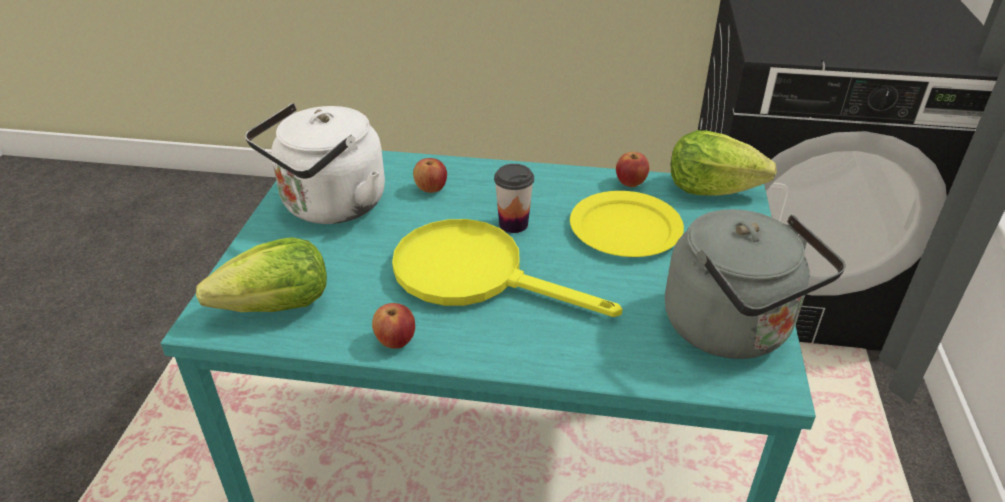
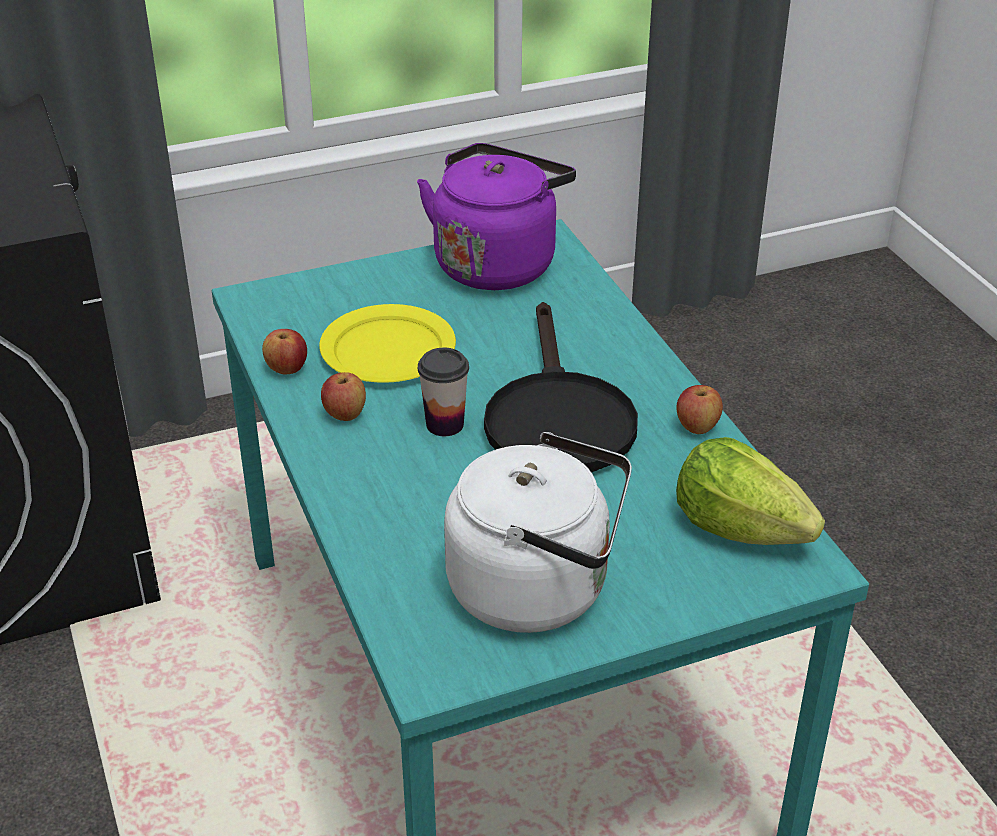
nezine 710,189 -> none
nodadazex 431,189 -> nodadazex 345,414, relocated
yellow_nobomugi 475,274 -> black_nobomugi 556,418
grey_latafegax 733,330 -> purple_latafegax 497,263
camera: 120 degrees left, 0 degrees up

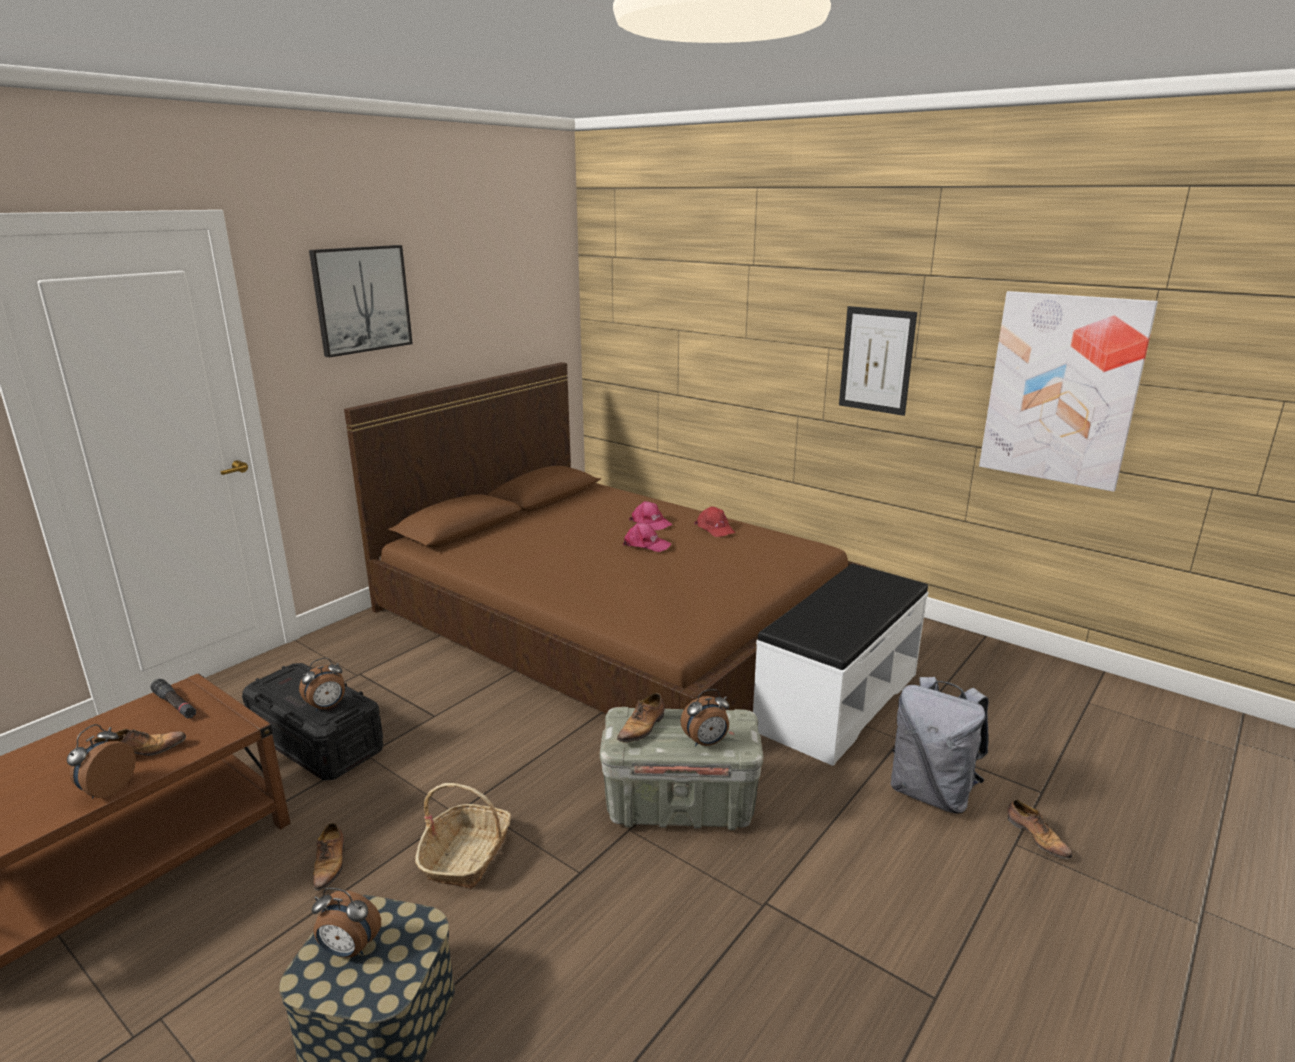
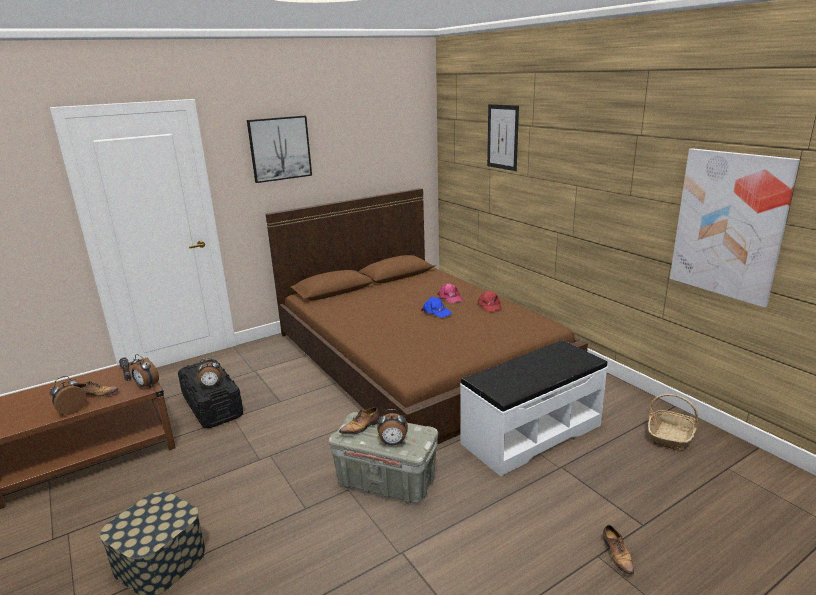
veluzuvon 330,864 -> none
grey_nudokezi 931,793 -> none
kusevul 348,950 -> kusevul 146,386, relocated
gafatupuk 467,856 -> gafatupuk 671,436, relocated
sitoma 876,360 -> sitoma 502,137, relocated
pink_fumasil 646,544 -> blue_fumasil 436,312
camera: 20 degrees right, 0 degrees up

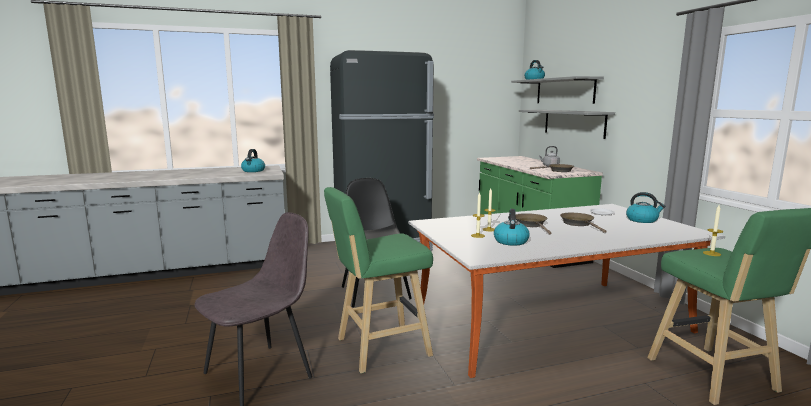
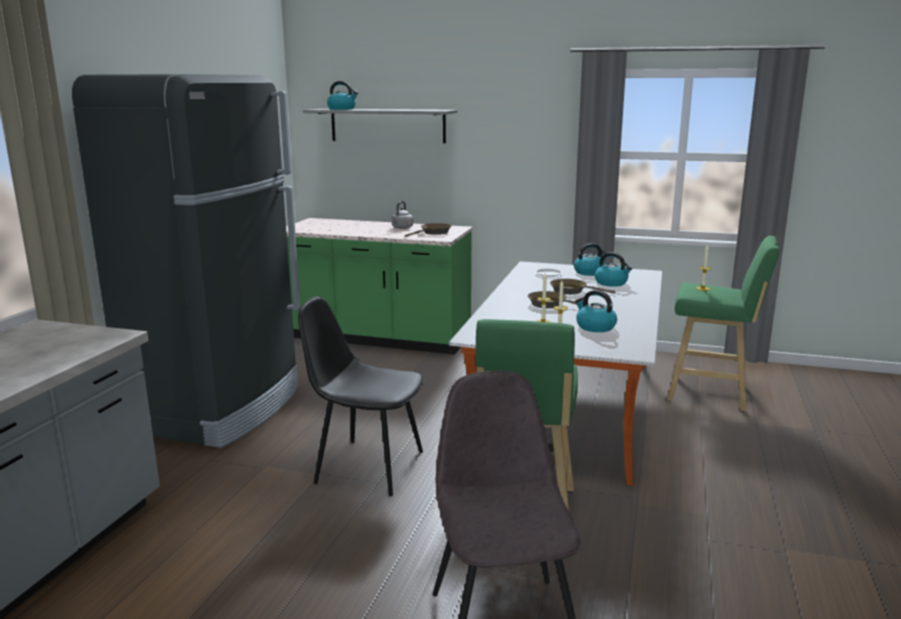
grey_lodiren 573,123 -> none
latafegax 253,171 -> latafegax 611,283, relocated
camera: 55 degrees left, 5 degrees up

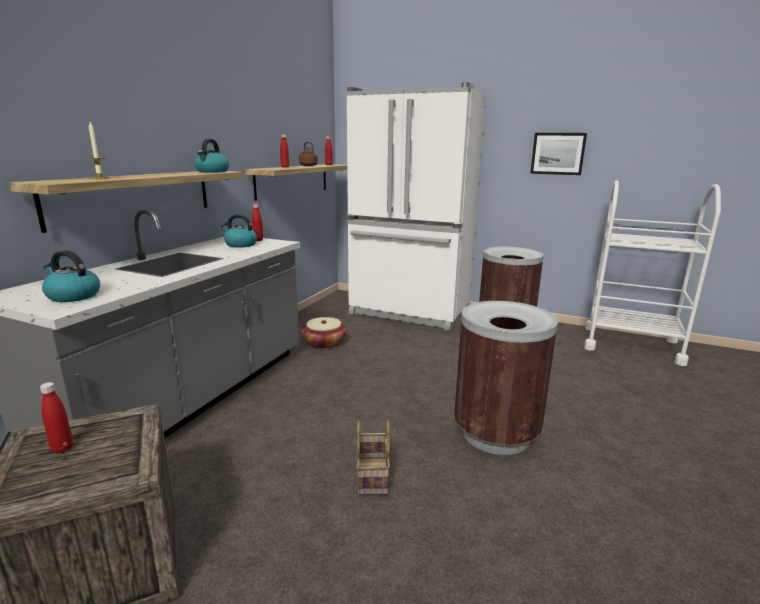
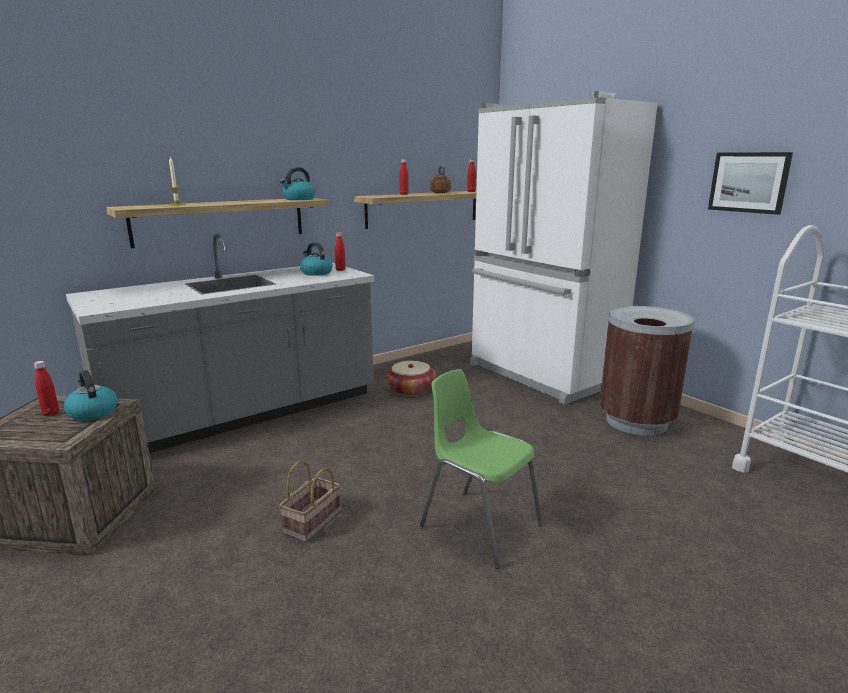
latafegax 73,296 -> latafegax 92,412, relocated
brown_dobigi 495,433 -> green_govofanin 479,526
camera: 30 degrees right, 0 degrees up

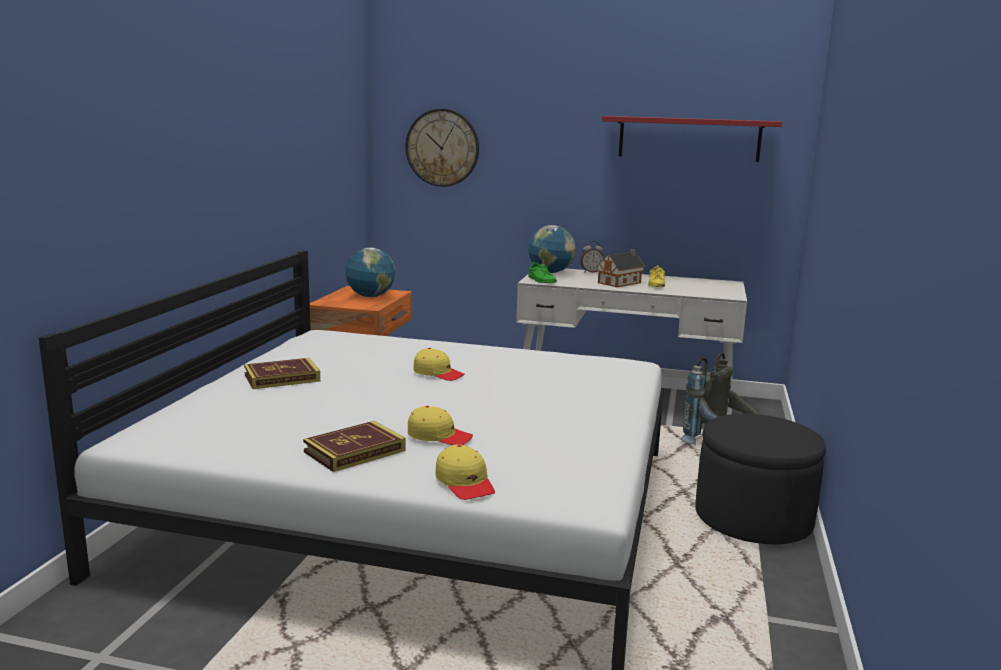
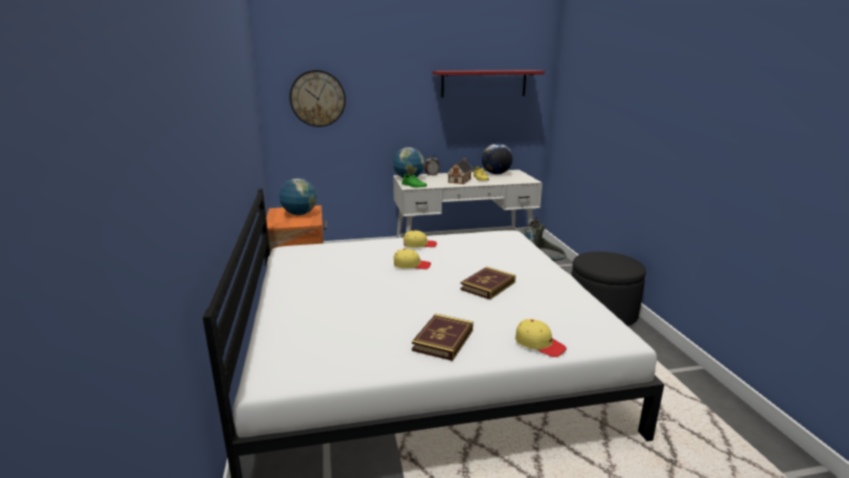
none -> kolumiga 496,174
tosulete 282,378 -> tosulete 488,286, relocated
yellow_fumasil 439,436 -> yellow_fumasil 419,244, relocated
camera: 25 degrees left, 5 degrees up

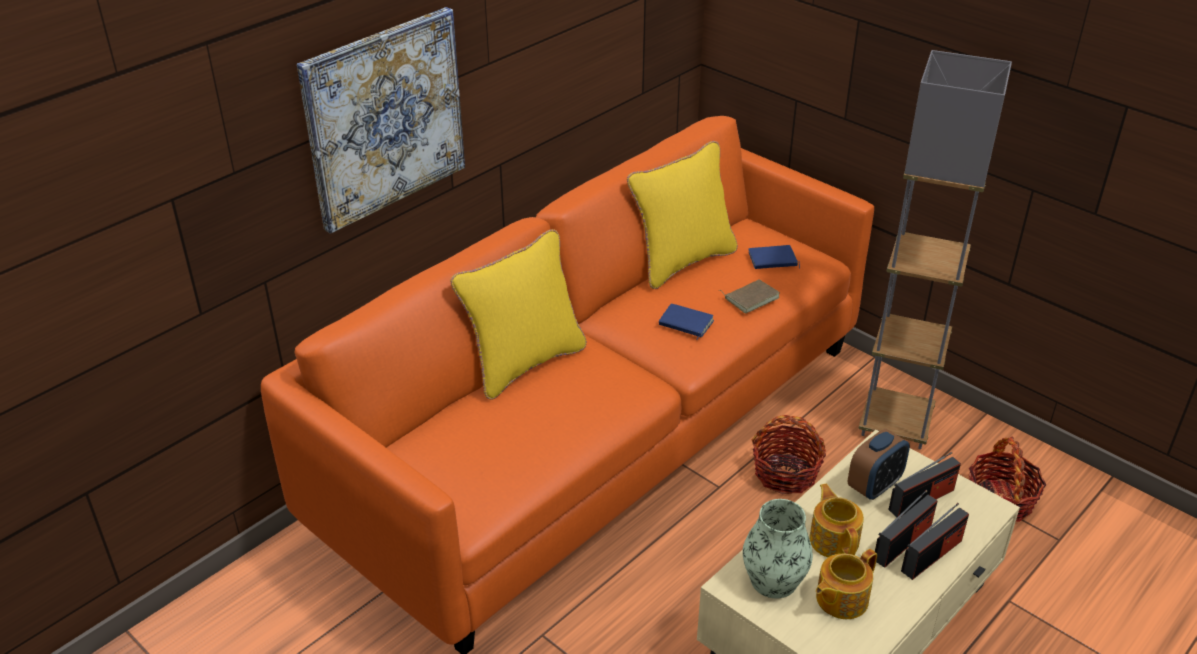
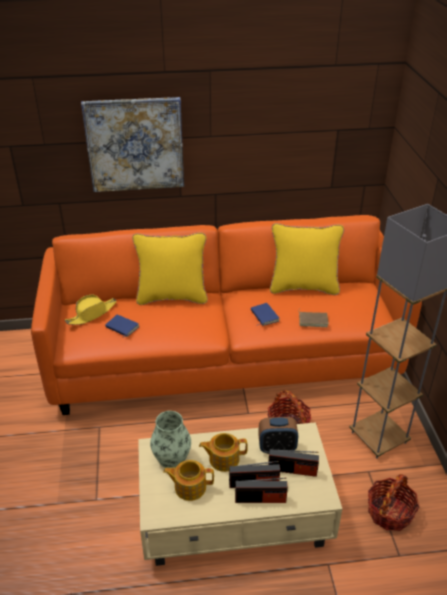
none -> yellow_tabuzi 92,314
blue_tosulete 772,261 -> blue_tosulete 121,327, relocated
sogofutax 834,539 -> sogofutax 223,459, 120 degrees counterclockwise
camera: 40 degrees right, 0 degrees up

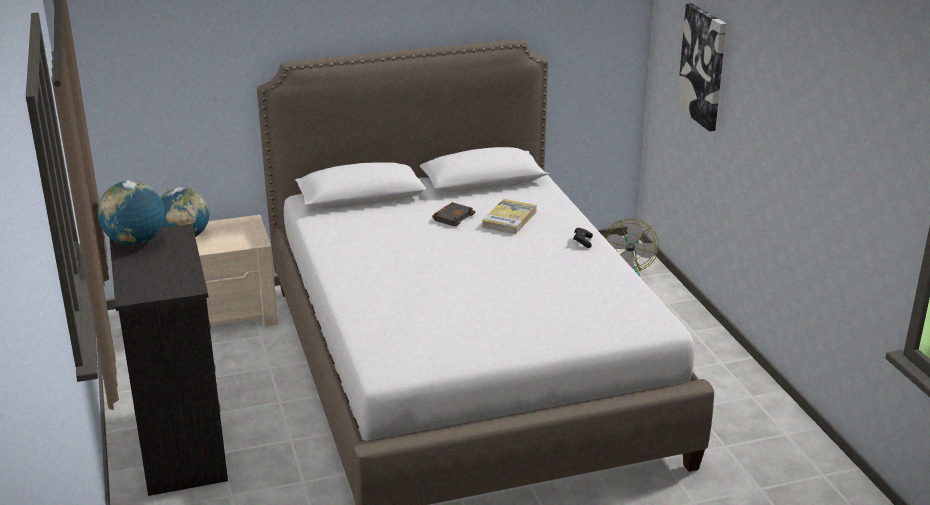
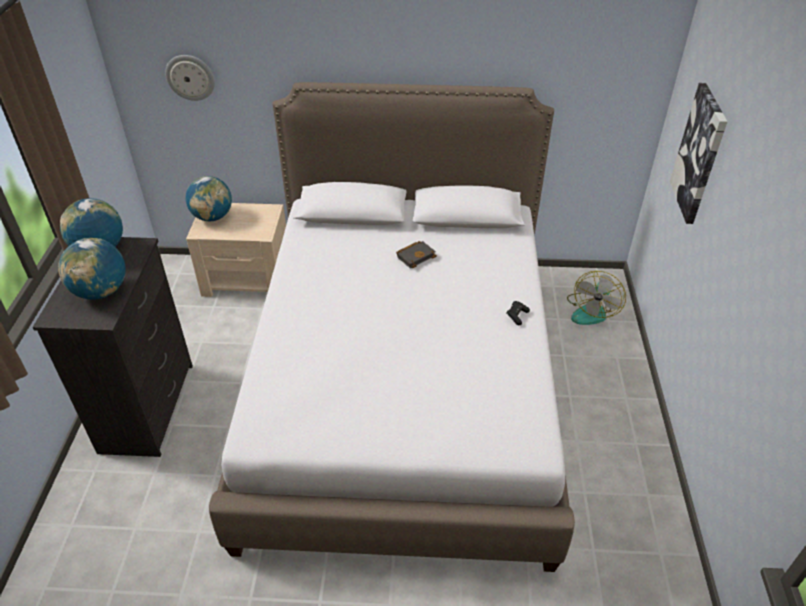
tosulete 509,219 -> none
none -> kolumiga 101,292
none -> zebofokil 190,77
camera: 20 degrees right, 15 degrees up

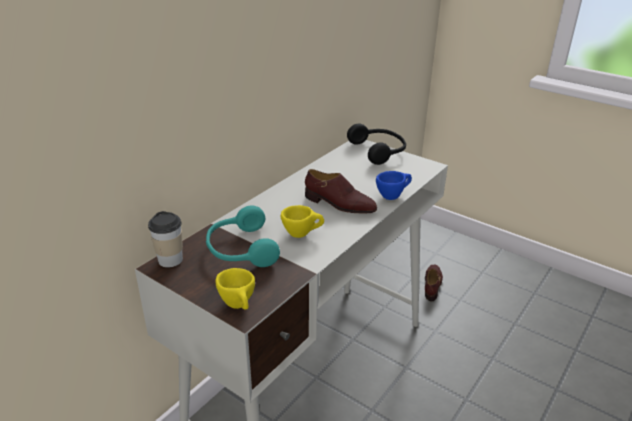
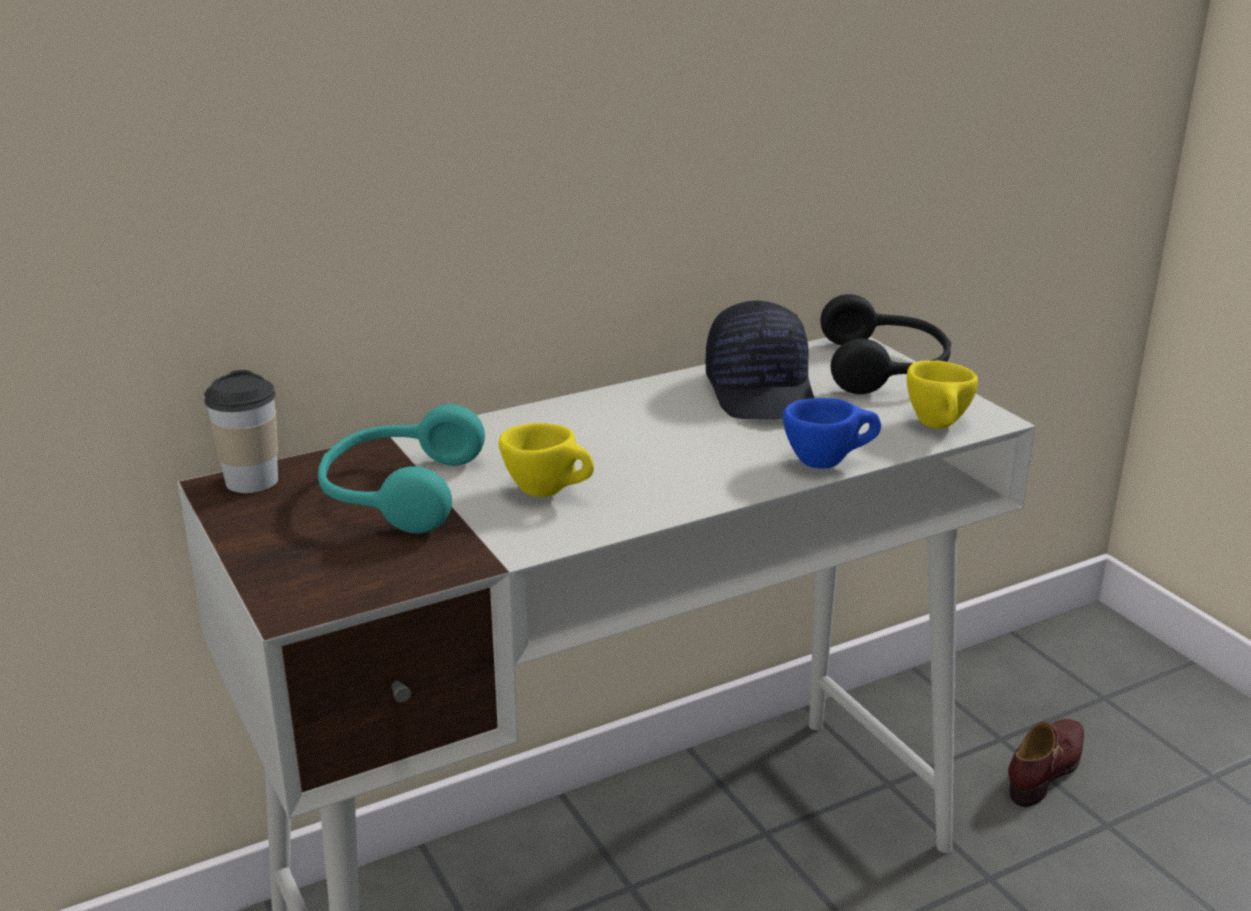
brown_veluzuvon 339,204 -> none
none -> black_fumasil 762,391
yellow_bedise 239,306 -> yellow_bedise 940,427, relocated
camera: 25 degrees right, 5 degrees down

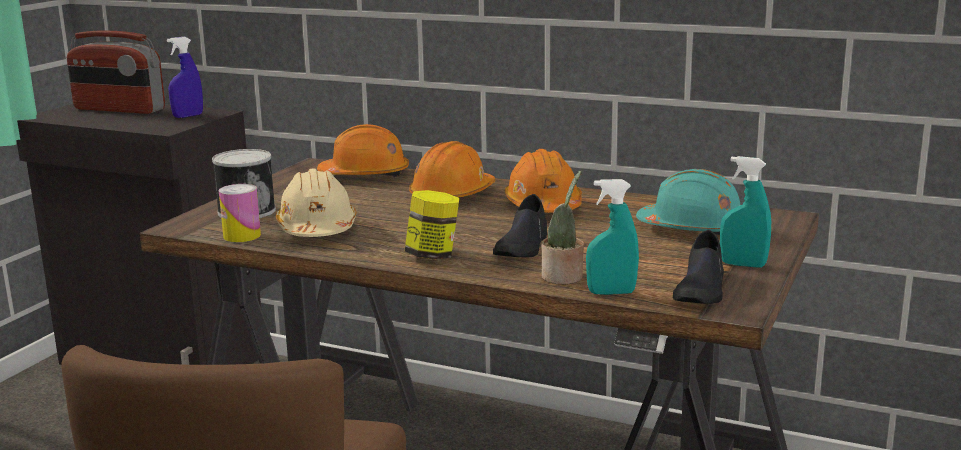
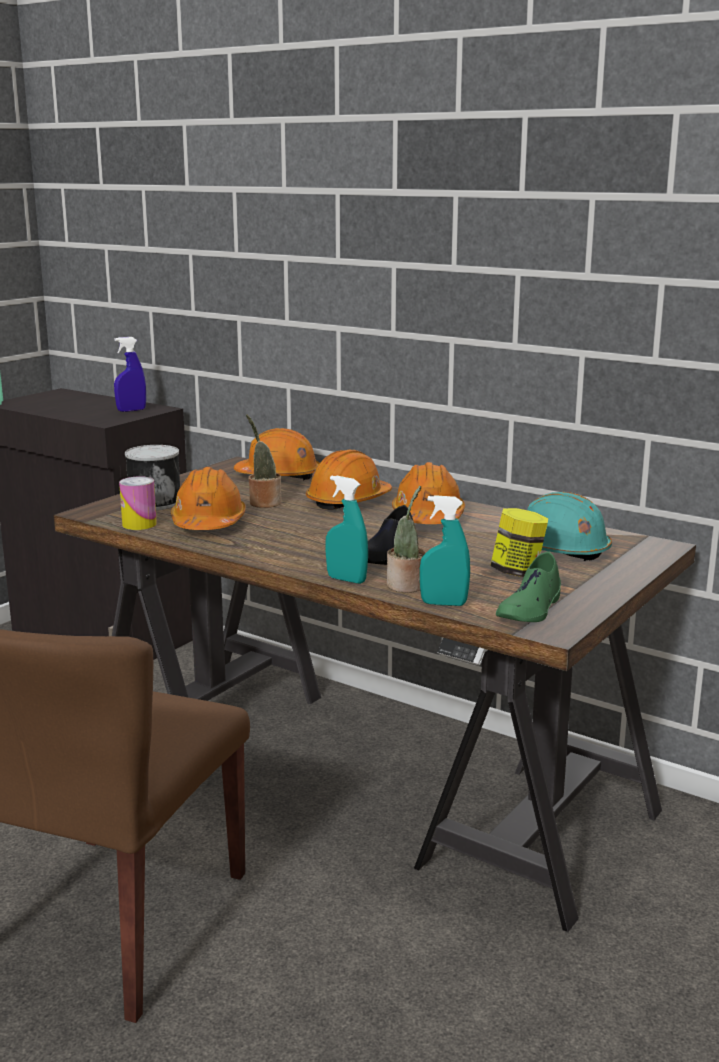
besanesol 119,109 -> none
none -> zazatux 263,502
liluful 433,255 -> liluful 517,572, relocated
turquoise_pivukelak 743,264 -> turquoise_pivukelak 346,580, relocated
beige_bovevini 317,229 -> orange_bovevini 208,523
black_veluzuvon 700,290 -> green_veluzuvon 530,608
camera: 10 degrees right, 0 degrees up

